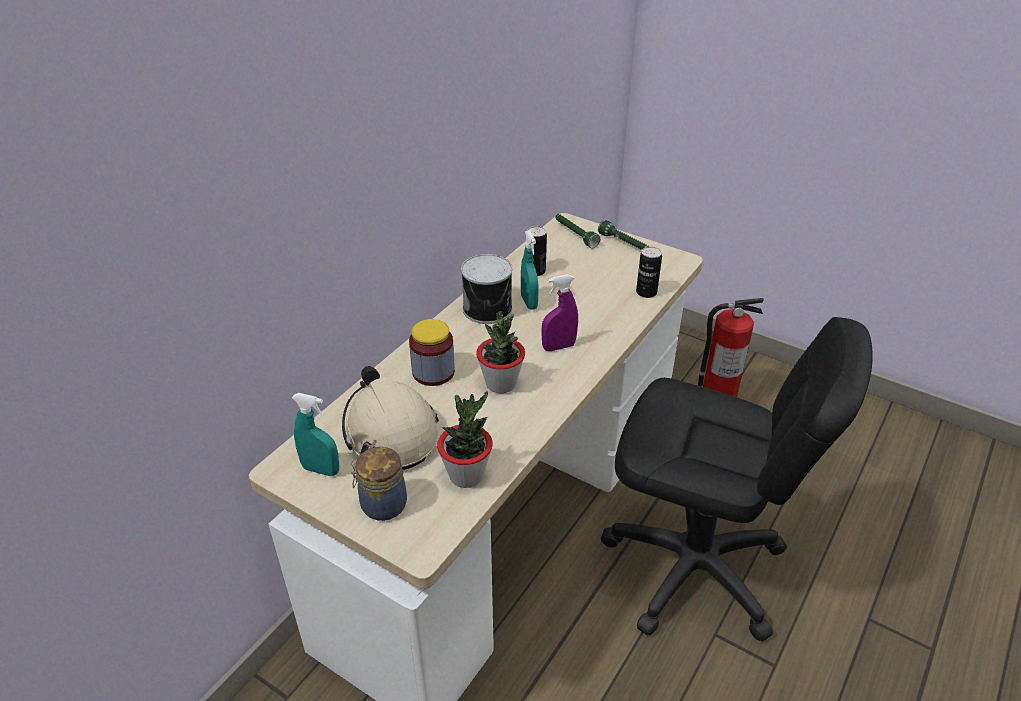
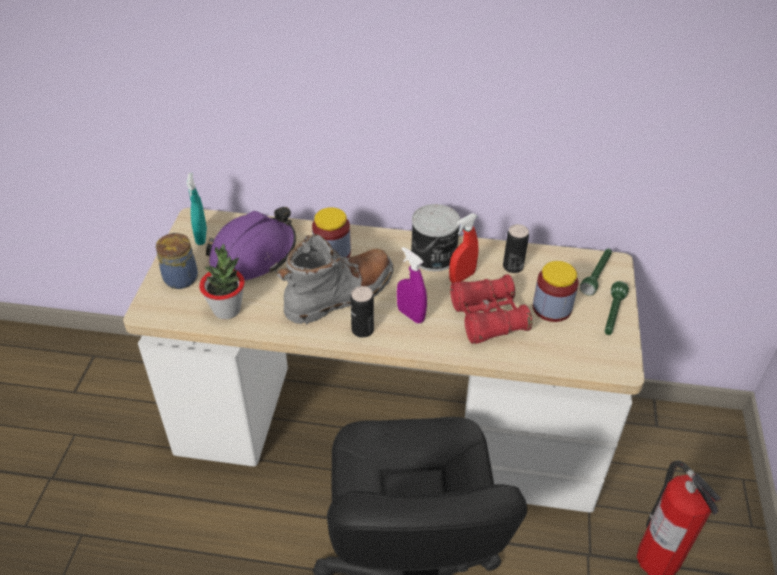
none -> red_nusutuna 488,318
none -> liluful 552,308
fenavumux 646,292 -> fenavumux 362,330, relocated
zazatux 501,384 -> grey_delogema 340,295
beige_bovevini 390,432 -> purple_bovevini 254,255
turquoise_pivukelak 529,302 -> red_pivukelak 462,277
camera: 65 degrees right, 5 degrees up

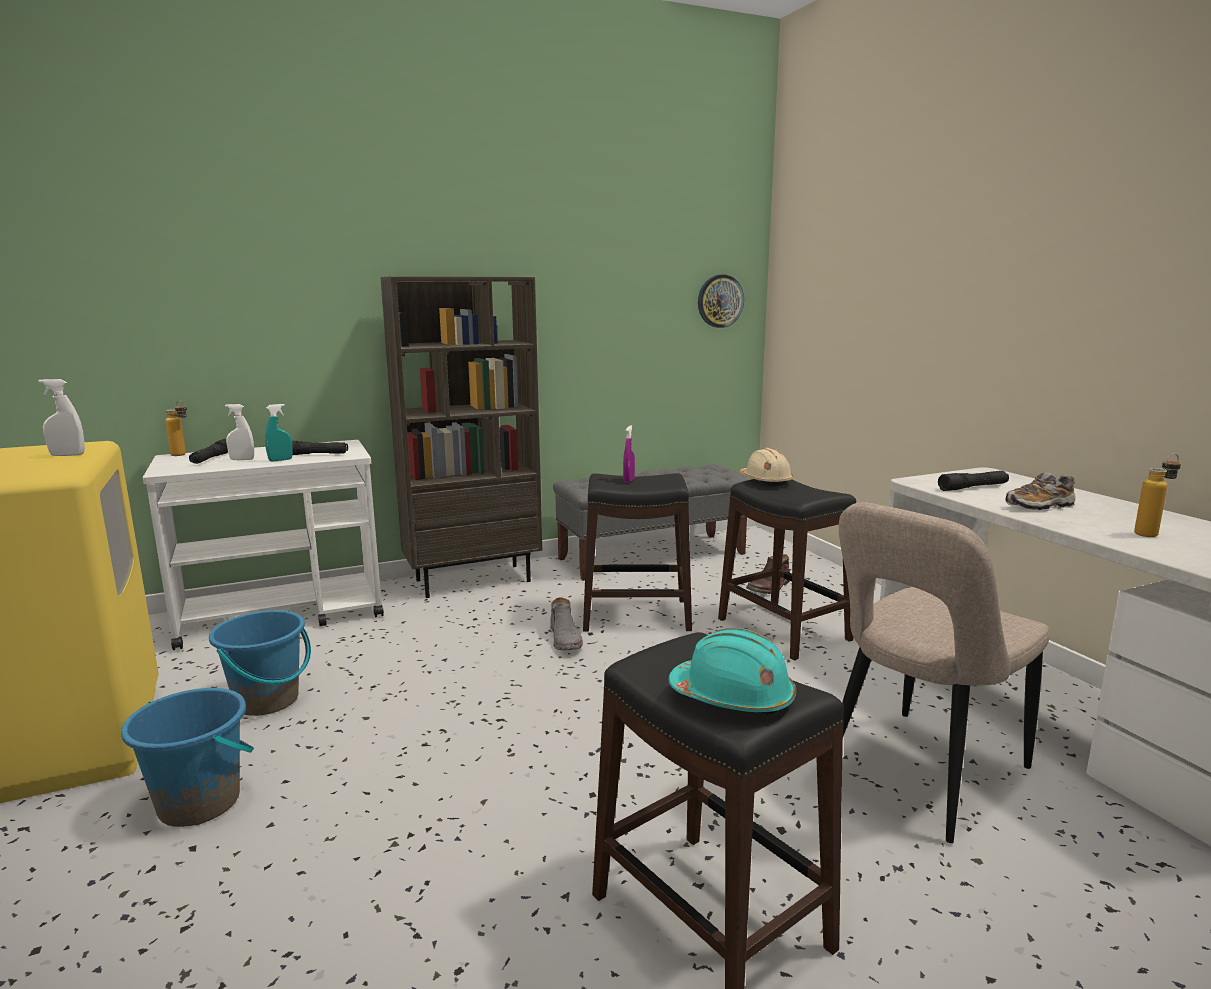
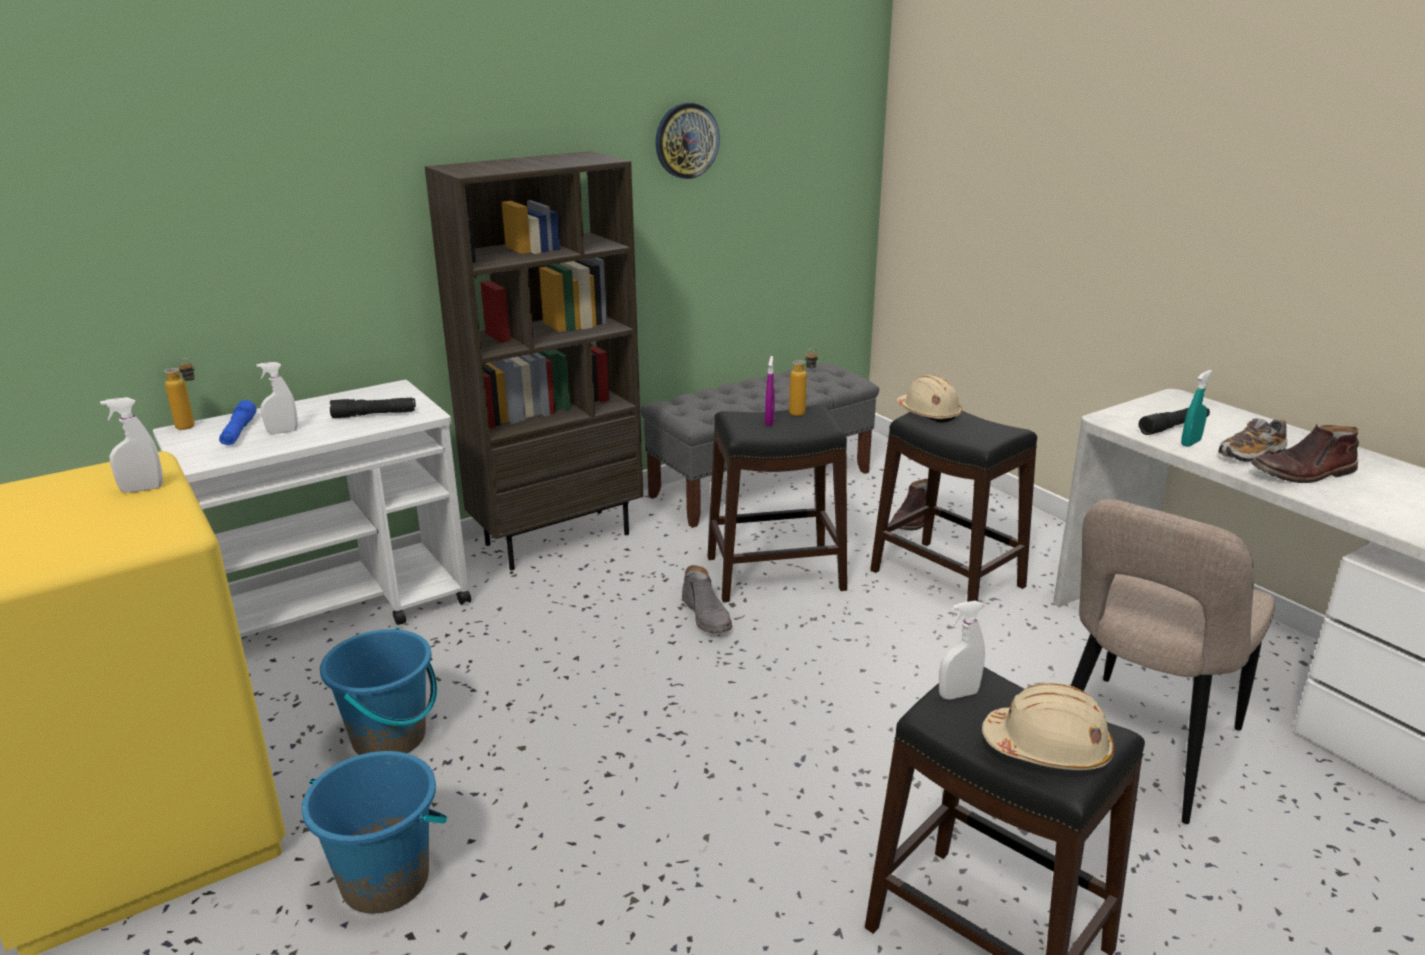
none -> white_pivukelak 958,694
none -> brown_delogema 1303,473
turquoise_pivukelak 280,460 -> turquoise_pivukelak 1190,443, relocated
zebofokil 720,301 -> zebofokil 686,140, relocated
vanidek 1151,533 -> vanidek 802,412, relocated
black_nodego 212,458 -> blue_nodego 239,432
turquoise_bovevini 732,697 -> beige_bovevini 1047,748
camera: 10 degrees left, 10 degrees up

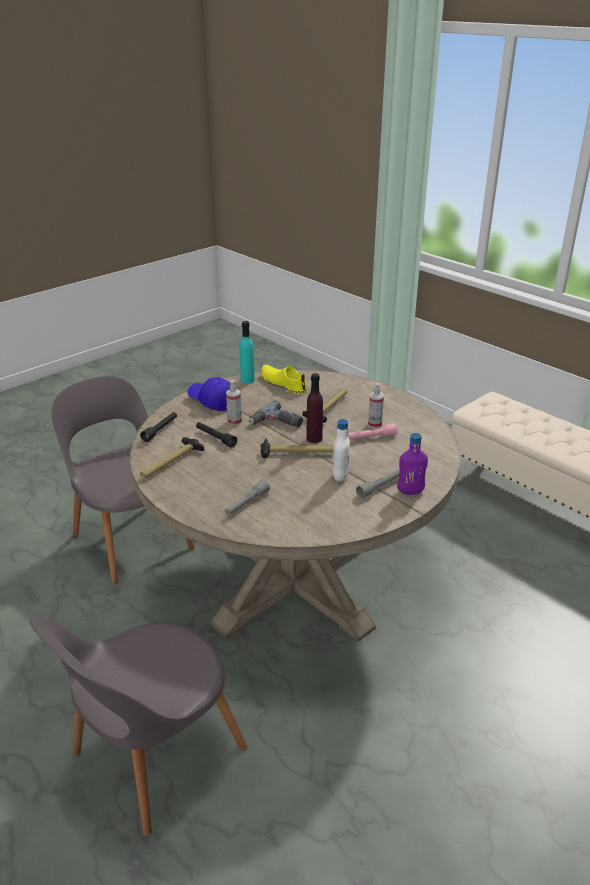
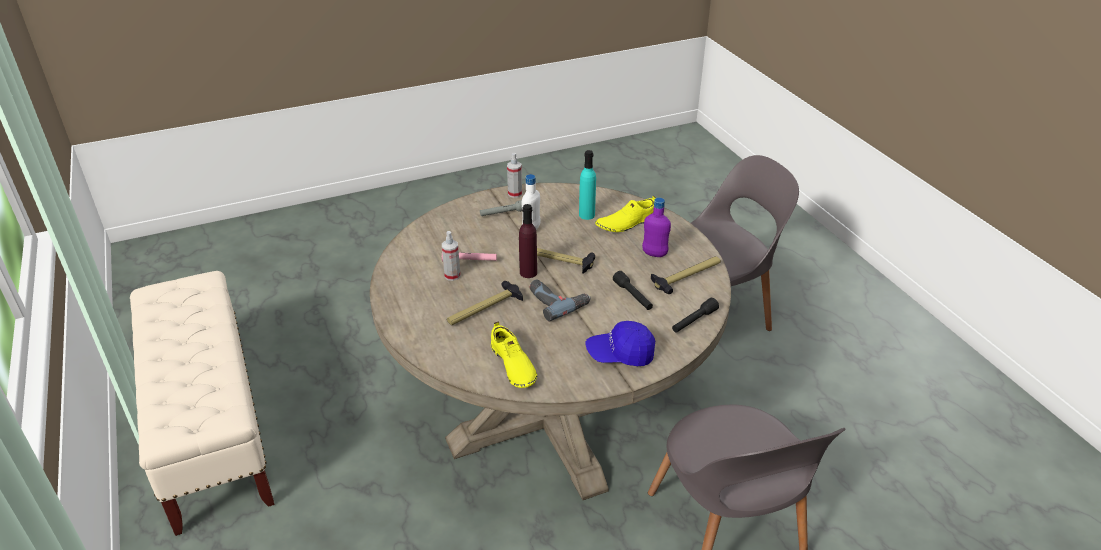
pivukelak 234,421 -> pivukelak 515,194, relocated
turquoise_vanidek 247,380 -> turquoise_vanidek 586,215, relocated
purple_vanidek 410,491 -> purple_vanidek 654,254, relocated
grey_nodego 246,503 -> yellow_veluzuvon 626,223
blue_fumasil 212,401 -> blue_fumasil 620,354, 120 degrees clockwise
camera: 160 degrees left, 5 degrees up

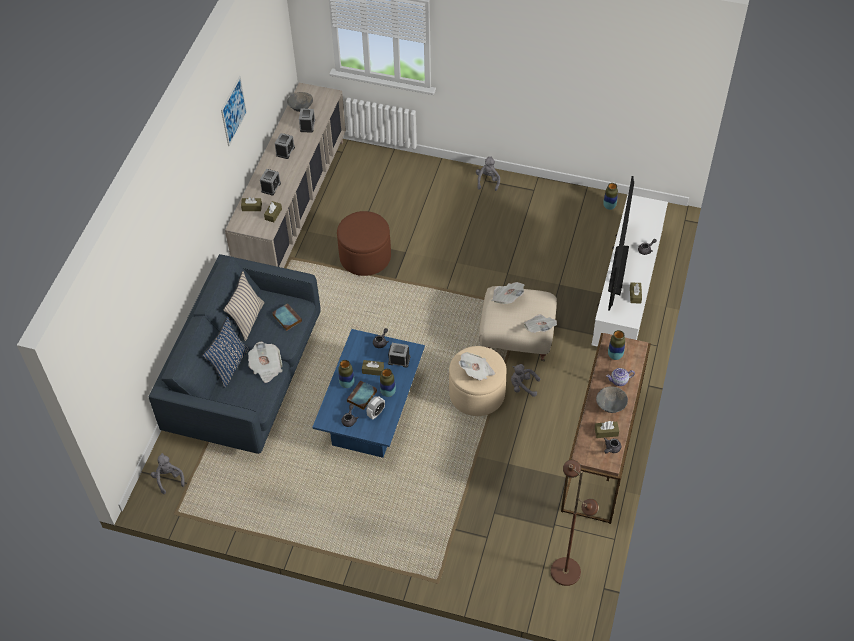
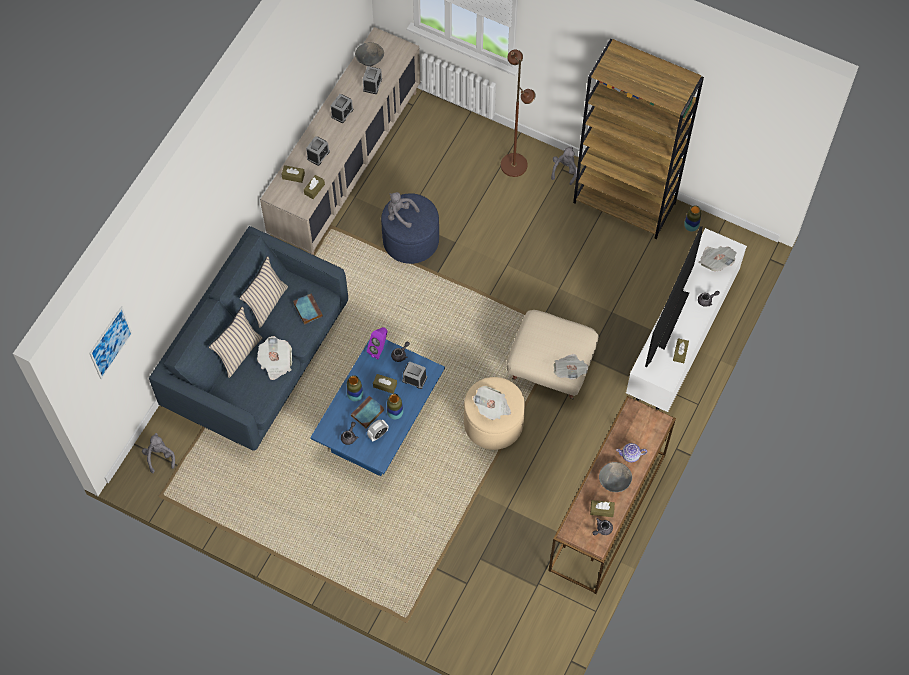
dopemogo 615,355 -> none
none -> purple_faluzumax 379,349
none -> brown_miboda 625,203
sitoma 233,111 -> sitoma 110,342, relocated
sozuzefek 507,298 -> sozuzefek 715,262, relocated
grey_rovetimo 523,386 -> grey_rovetimo 400,214, relocated
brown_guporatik 566,571 -> brown_guporatik 514,165, relocated
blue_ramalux 229,365 -> beige_ramalux 238,353
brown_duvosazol 365,257 -> blue_duvosazol 411,240
camera: 10 degrees right, 10 degrees up

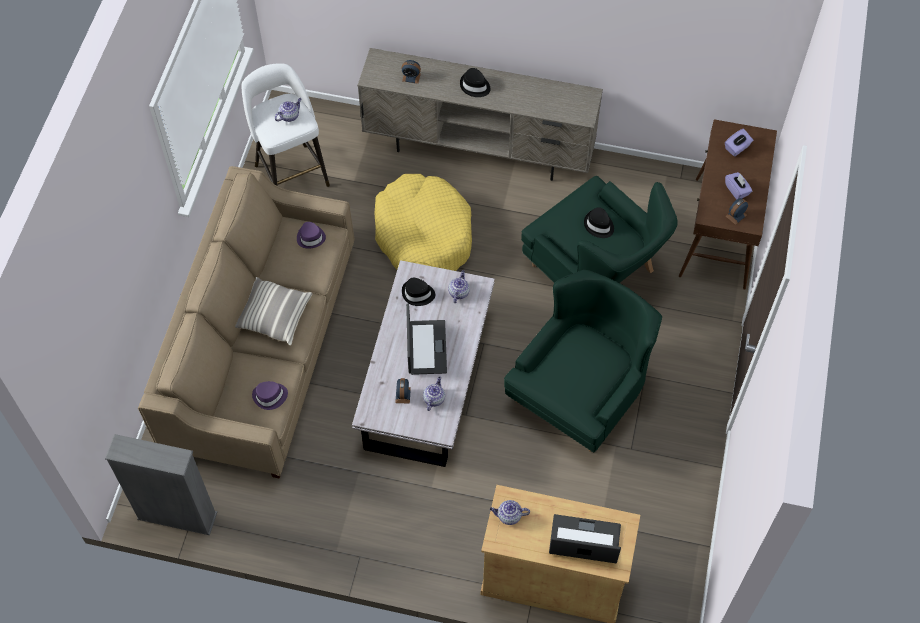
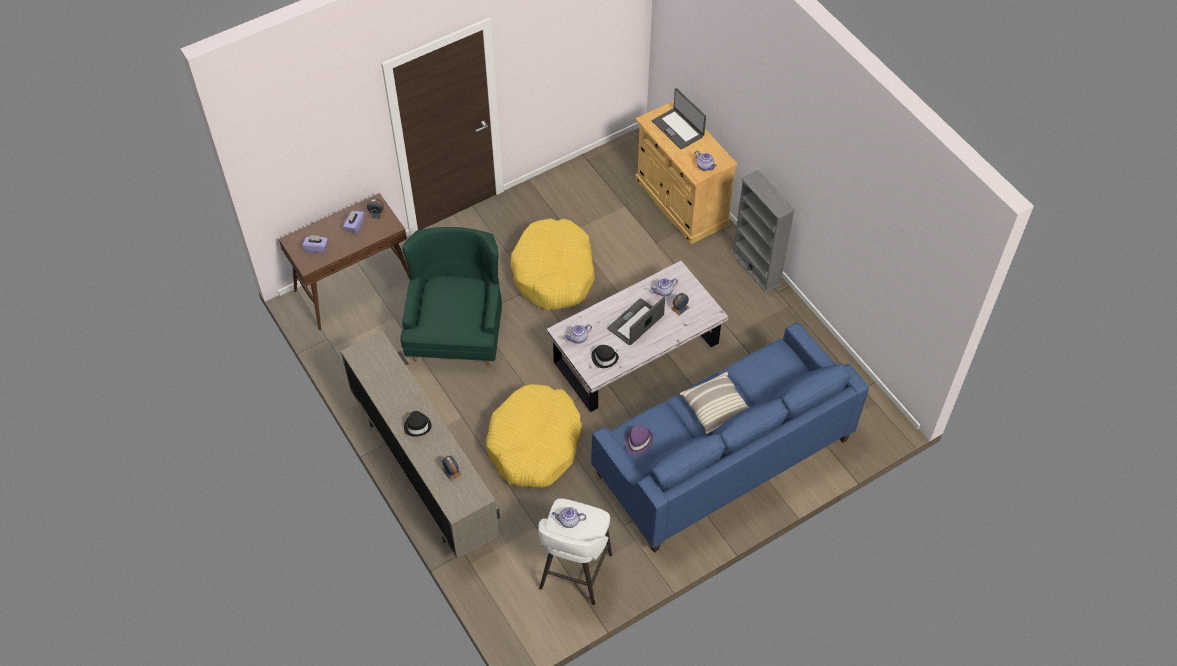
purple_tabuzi 270,396 -> none
black_tabuzi 598,225 -> none
grey_miboda 177,516 -> grey_miboda 756,268, relocated
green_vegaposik 580,391 -> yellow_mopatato 554,273
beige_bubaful 262,349 -> blue_bubaful 722,457
camera: 135 degrees left, 5 degrees down

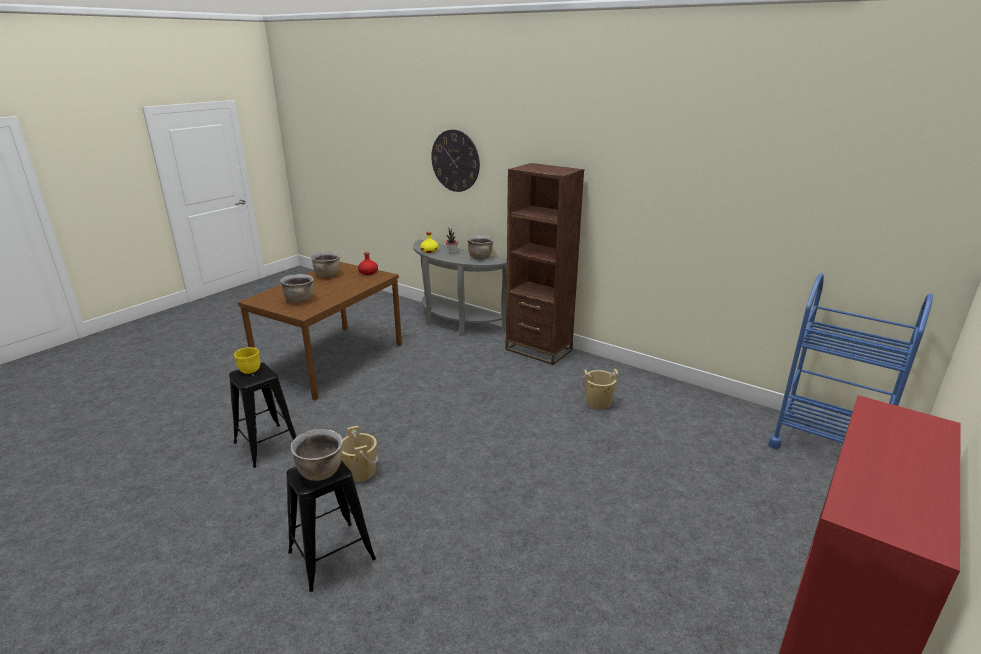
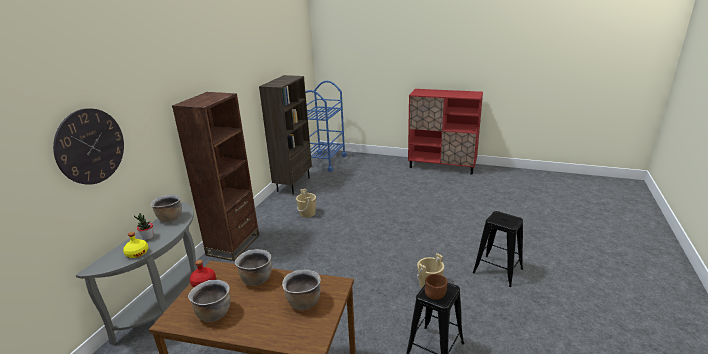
none -> brown_miboda 293,184
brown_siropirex 321,472 -> brown_siropirex 256,279, relocated
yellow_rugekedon 249,371 -> brown_rugekedon 435,296
camera: 105 degrees left, 0 degrees up

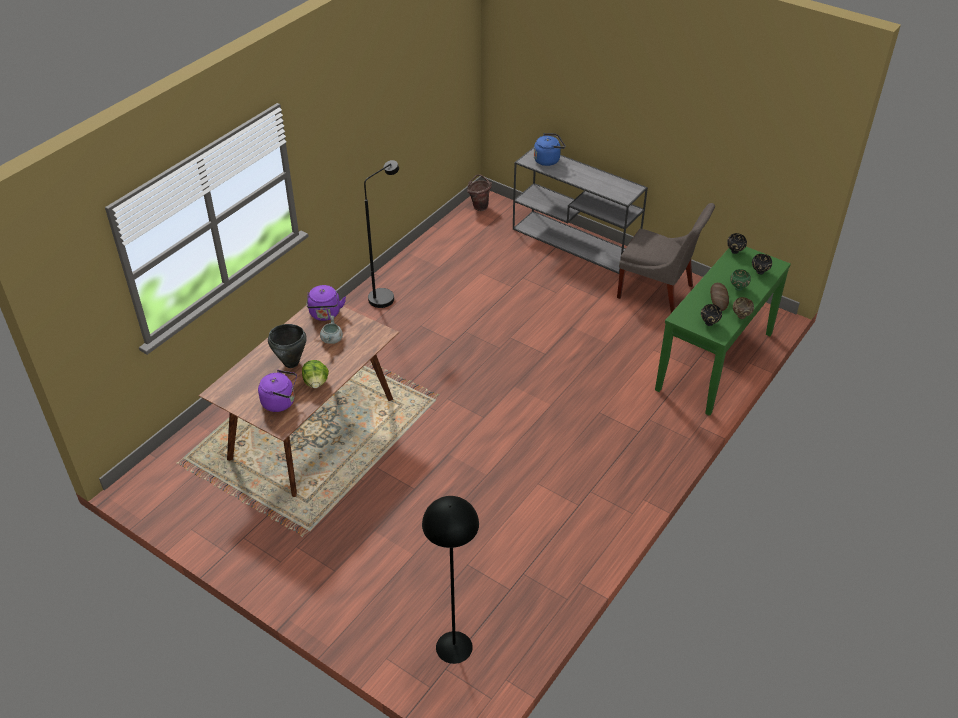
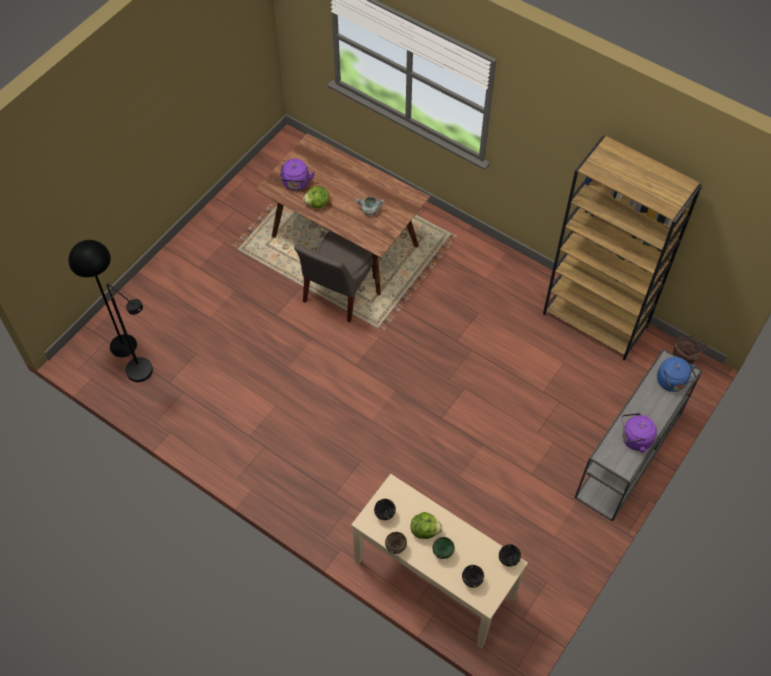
black_siropirex 291,363 -> none
none -> brown_miboda 596,320
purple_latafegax 325,314 -> purple_latafegax 634,439, relocated
black_guporatik 385,295 -> black_guporatik 145,374, relocated
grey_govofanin 658,293 -> grey_govofanin 338,292, relocated
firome 719,298 -> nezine 424,530
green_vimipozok 715,361 -> beige_vimipozok 434,579
camera: 90 degrees right, 15 degrees up

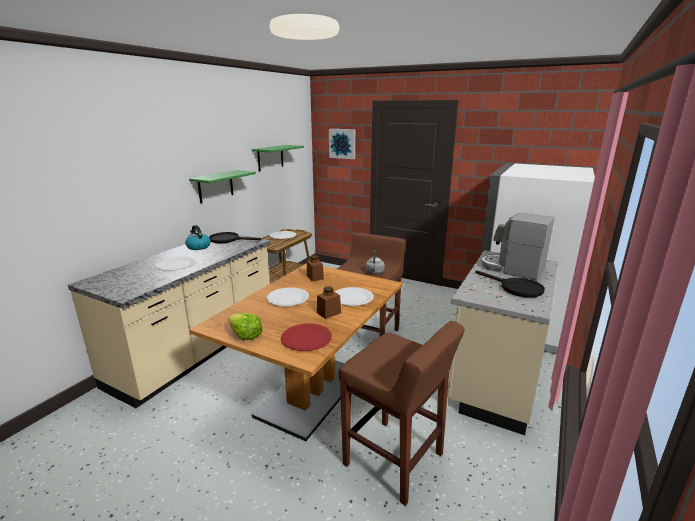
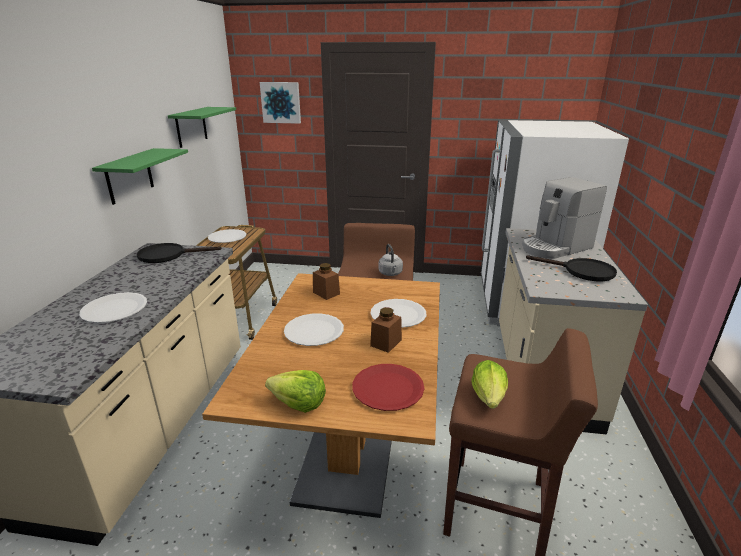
latafegax 198,247 -> none
none -> nezine 489,396
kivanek 511,269 -> kivanek 555,247, 45 degrees counterclockwise
camera: 20 degrees left, 5 degrees up

